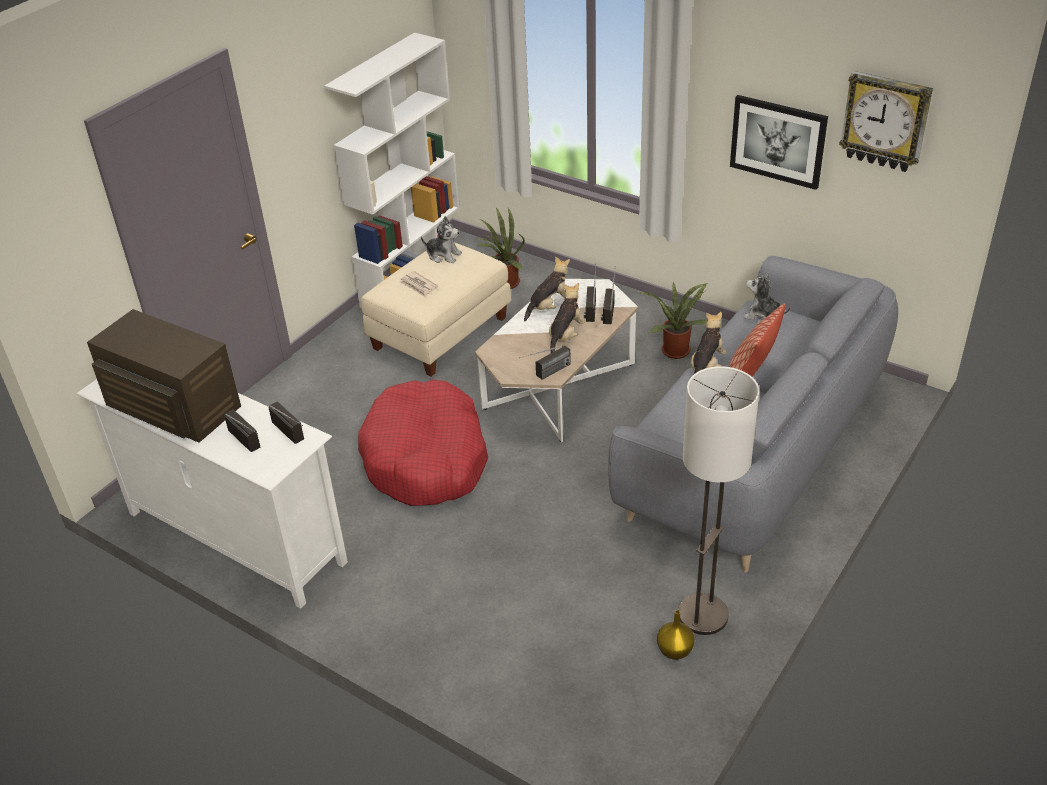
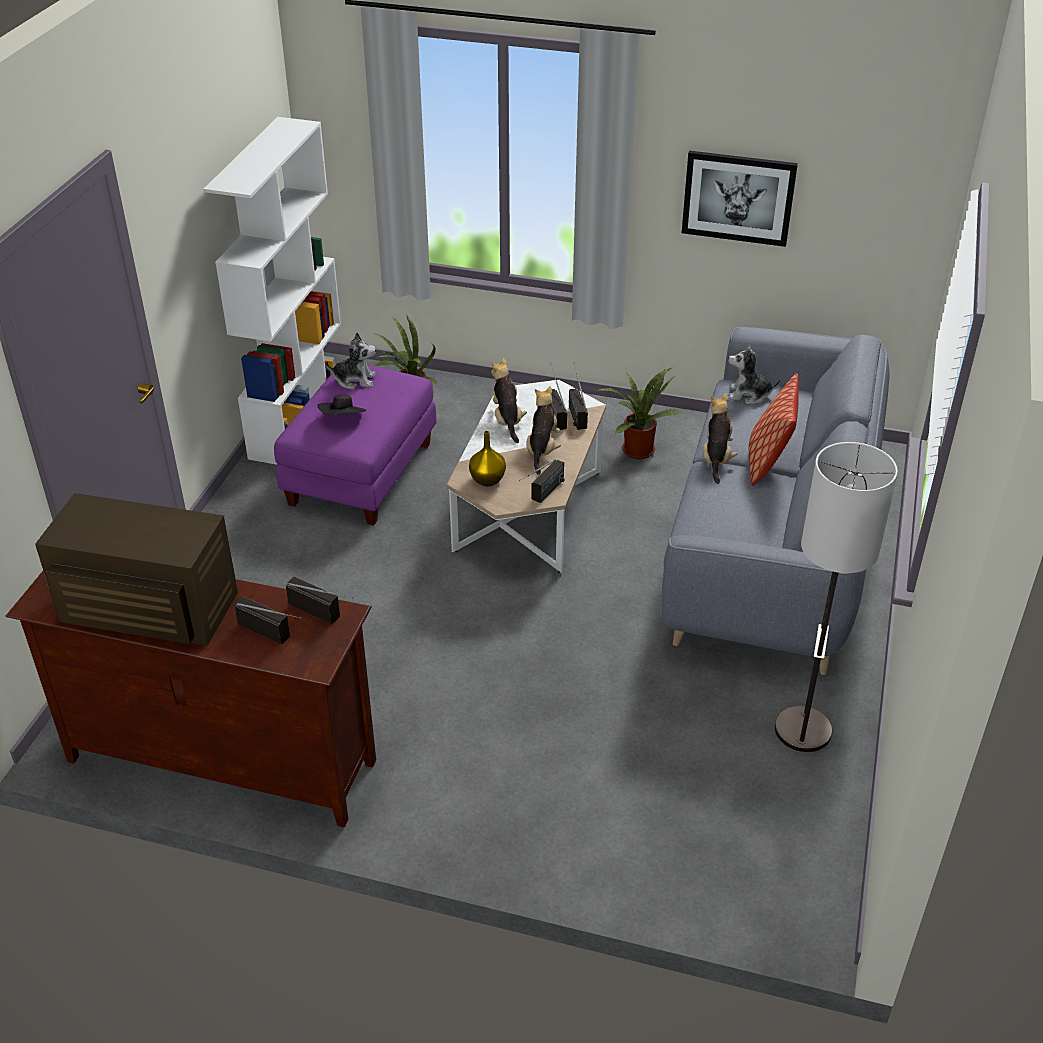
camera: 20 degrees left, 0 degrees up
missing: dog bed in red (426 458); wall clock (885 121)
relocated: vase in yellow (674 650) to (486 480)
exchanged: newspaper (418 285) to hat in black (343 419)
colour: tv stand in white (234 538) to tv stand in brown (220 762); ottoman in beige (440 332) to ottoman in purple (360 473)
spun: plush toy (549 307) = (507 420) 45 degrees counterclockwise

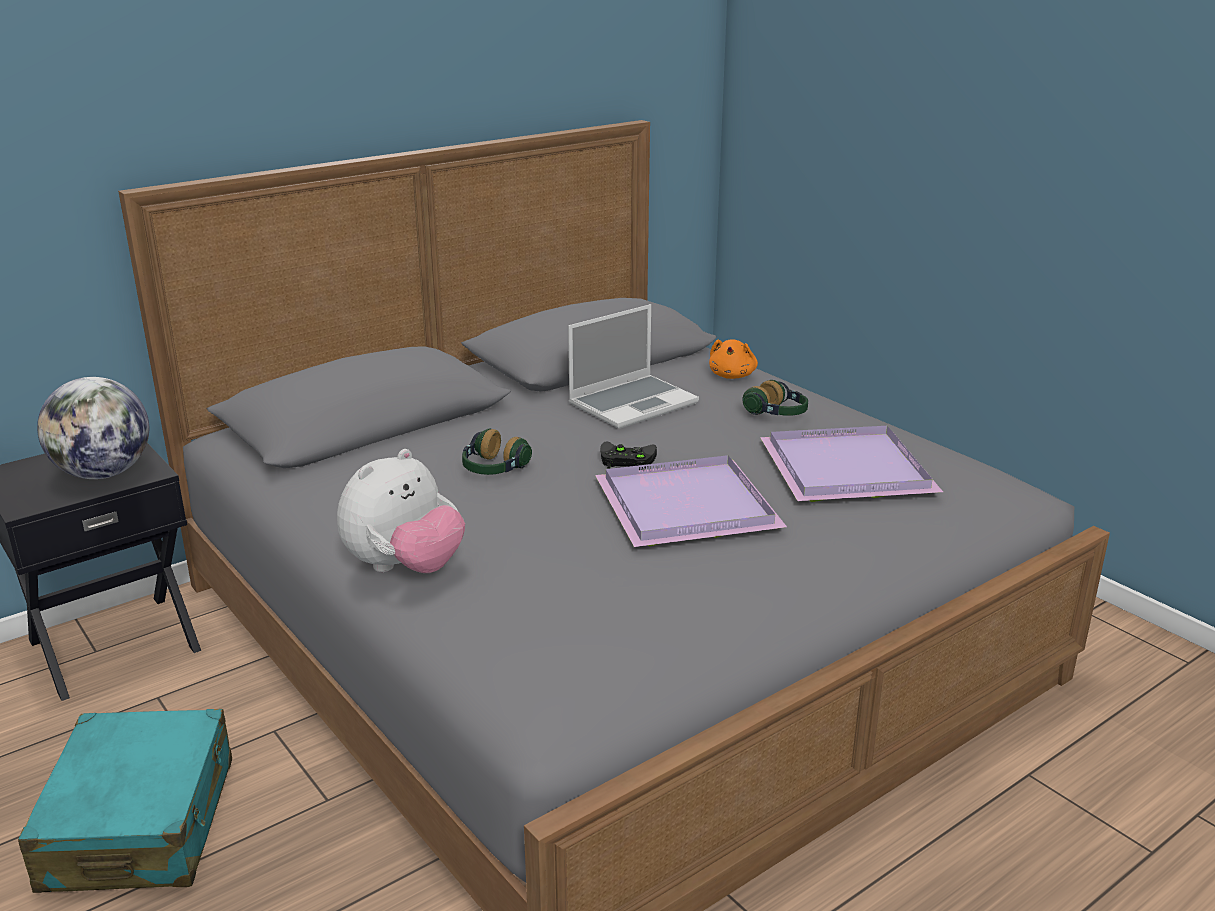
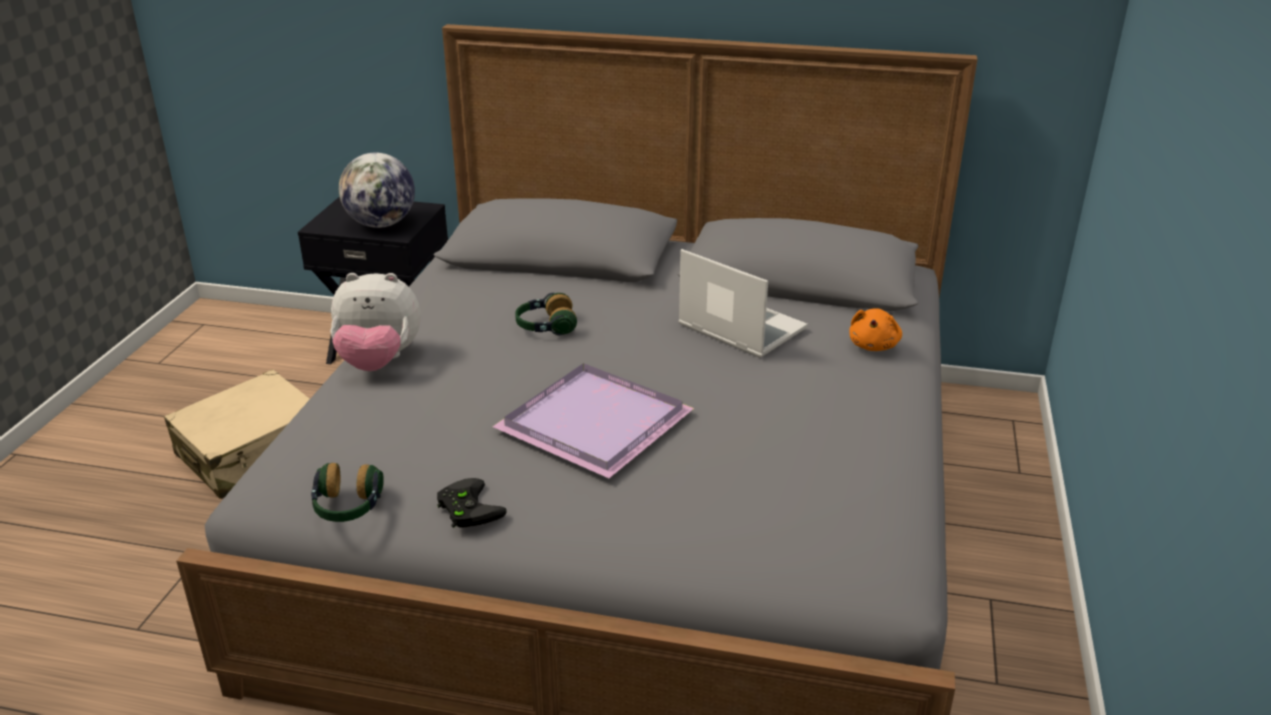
camera: 50 degrees right, 5 degrees up
missing: tray in purple (848 468)
relocated: game controller in black (625 460) to (466 507); headphones (777 414) to (347 508)
colour: suitcase in turquoise (141 824) to suitcase in beige (253 452)
spun: laptop (633 403) = (739 328) 150 degrees counterclockwise; plush toy in orange (732 375) = (874 345) 45 degrees counterclockwise

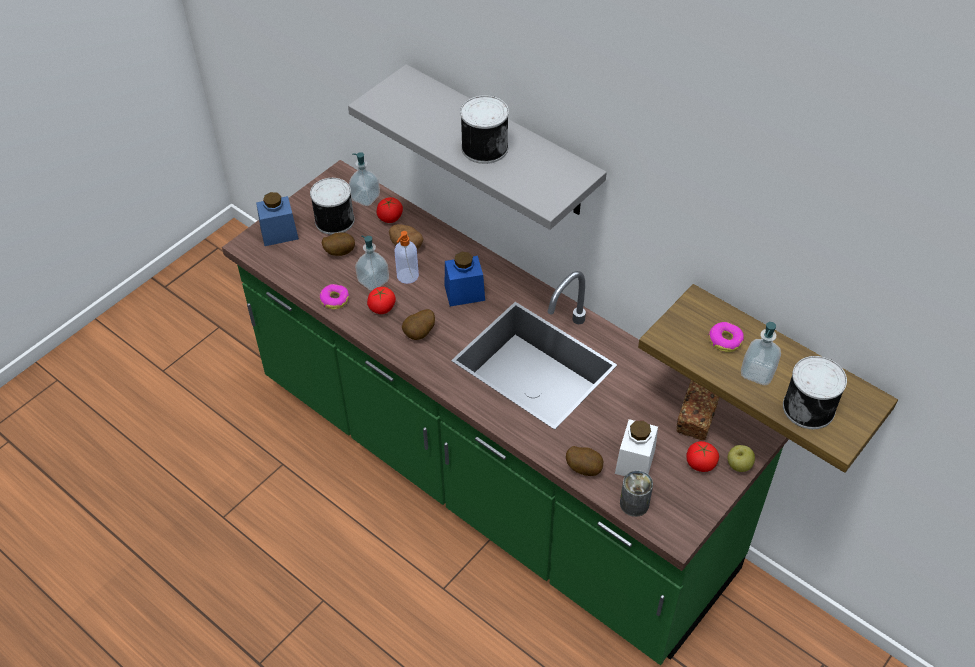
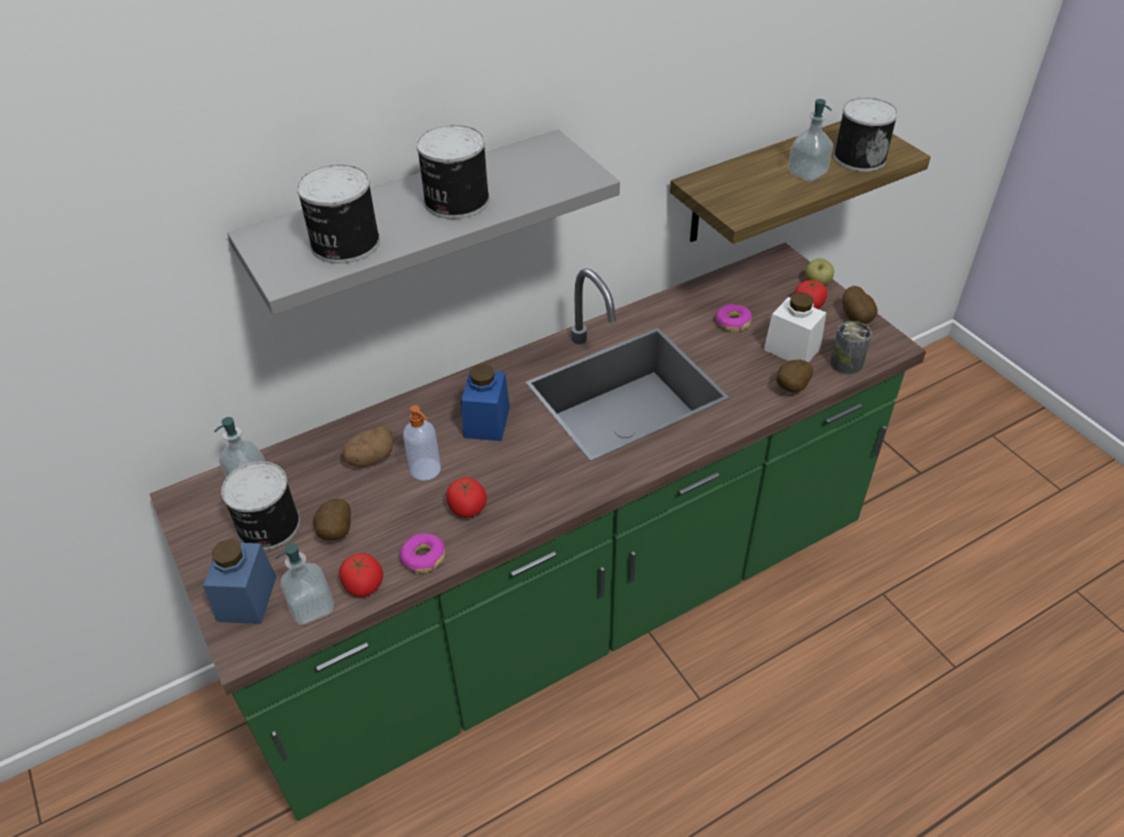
camera: 70 degrees left, 5 degrees down
missing: bread (697 416)
appeared: can (343 243)
relocated: soap dispenser (373 281) to (312 607); tomato (390 218) to (363 585); potato (420 334) to (857 318); donut (725 340) to (732 322)

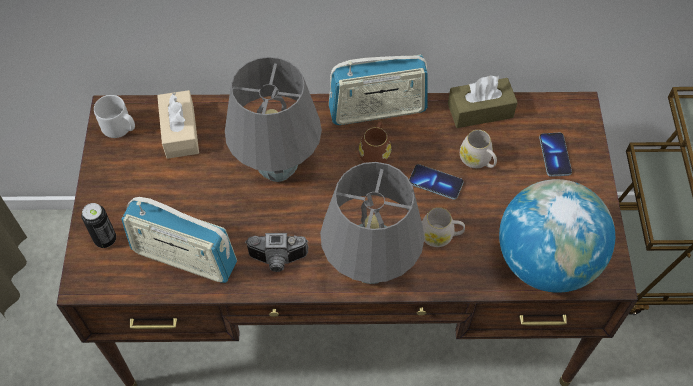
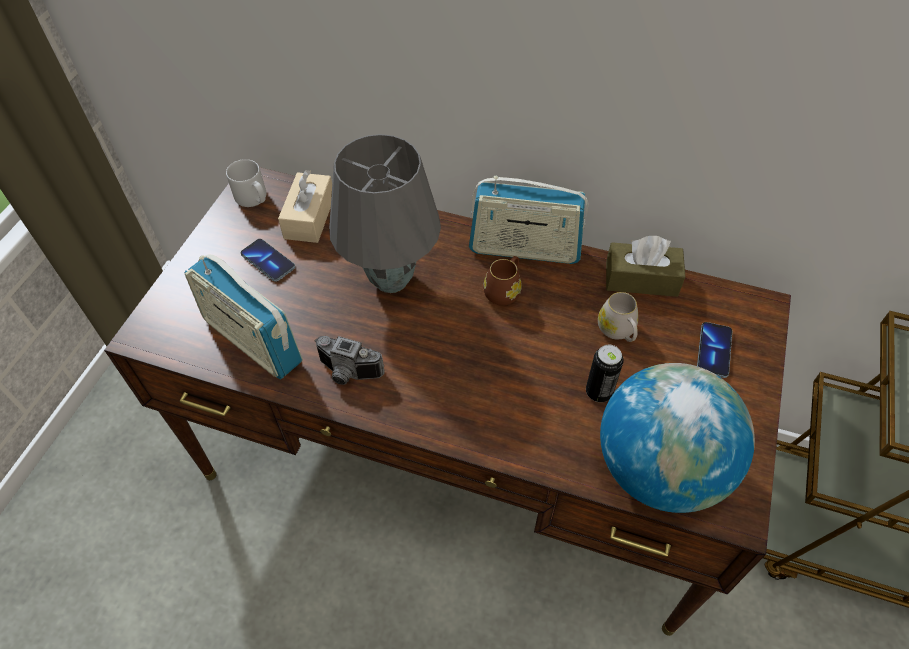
camera: 20 degrees right, 5 degrees down
missing: table lamp in grey (369 269); mug in white (440 235)
relocated: can (105 239) to (599 392); phone (435 183) to (268 261)

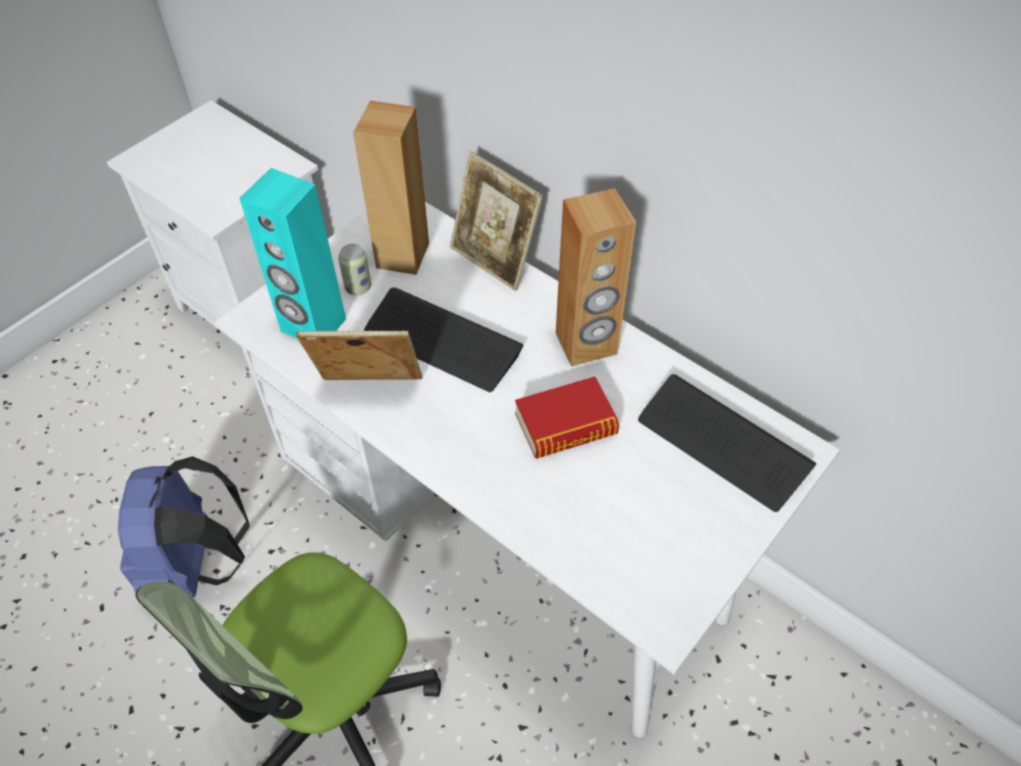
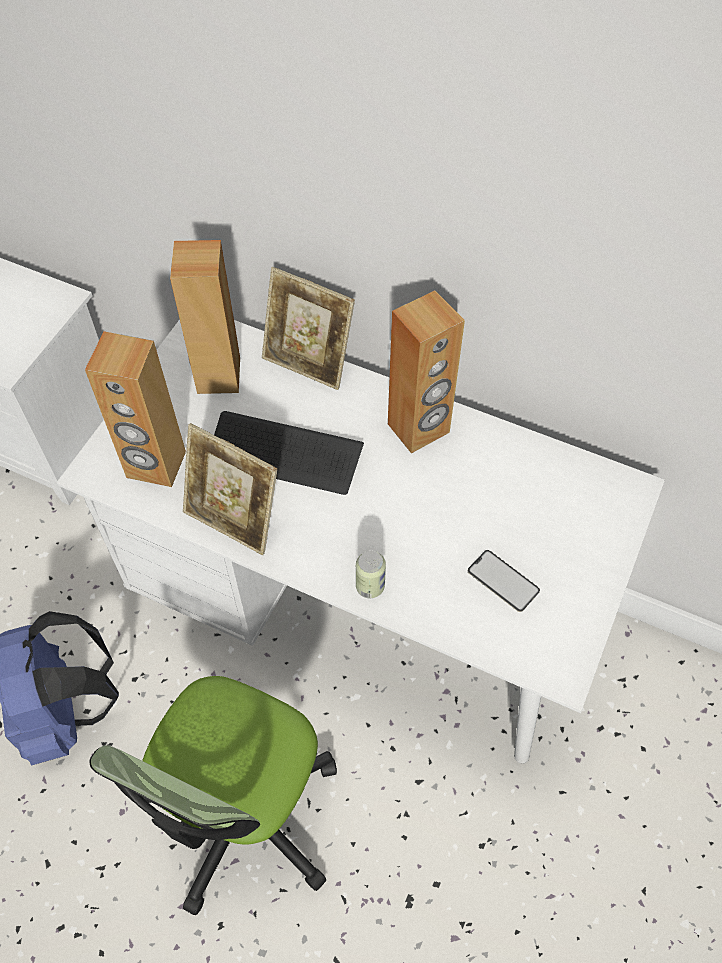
camera: 15 degrees left, 5 degrees up
missing: book (565 424); keyboard (722 443)
appeared: phone (503 581)
relocated: can (358 287) to (370 586)
colour: speaker in turquoise (313 325) to speaker in brown (156 465)
spun: picture frame (370 392) = (234 519) 135 degrees counterclockwise

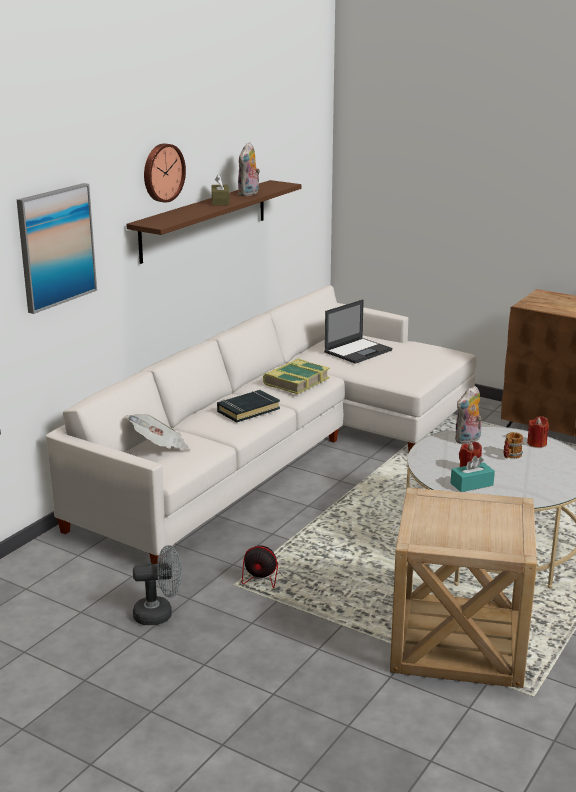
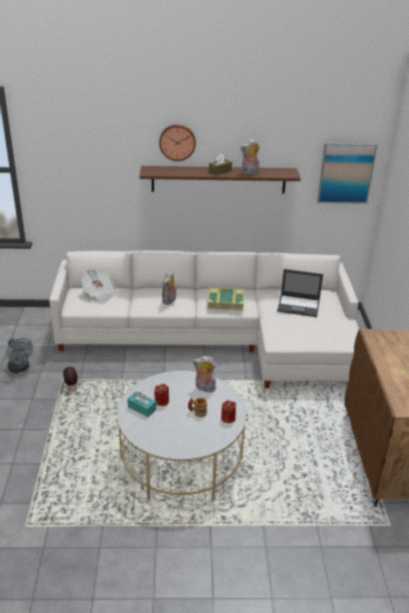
camera: 55 degrees right, 10 degrees up
missing: side table in beige (458 642)
relocated: picture (56 247) to (346 173)
exchanged: book in black (248 410) to plush toy (169 301)

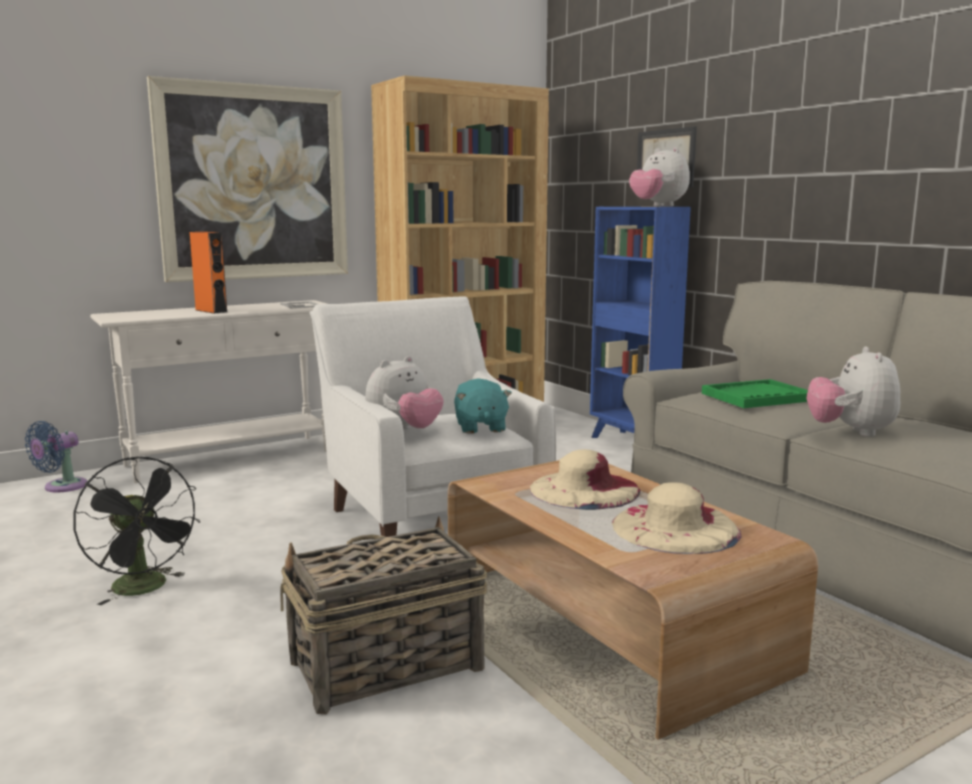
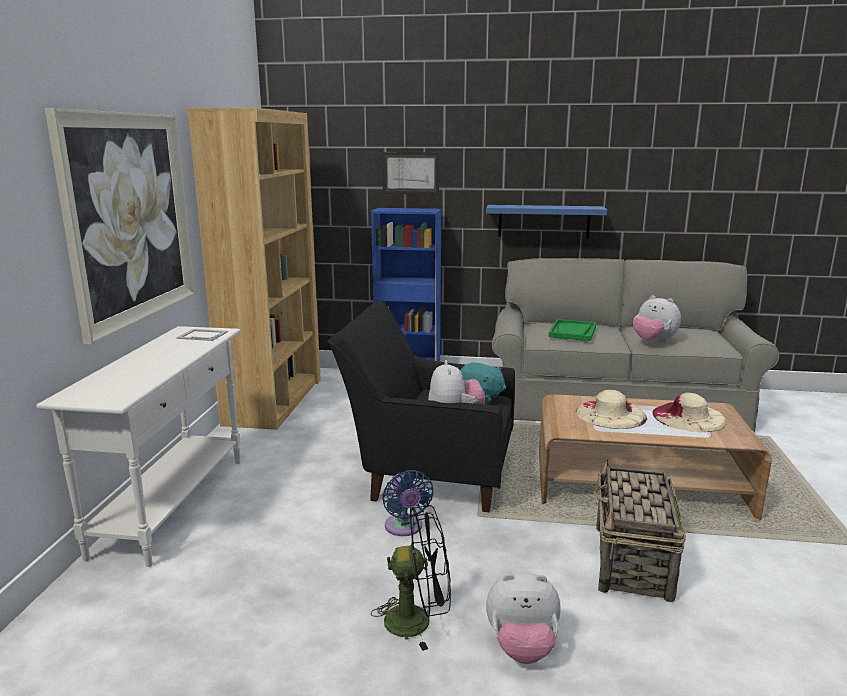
camera: 50 degrees left, 5 degrees up
missing: speaker in orange (211 311)
appeared: shelf in blue (544 221)
relocated: fan in blue (61 487) to (404 528); plush toy (658 206) to (522 647)
colour: armchair in white (429 514) to armchair in black (429 473)

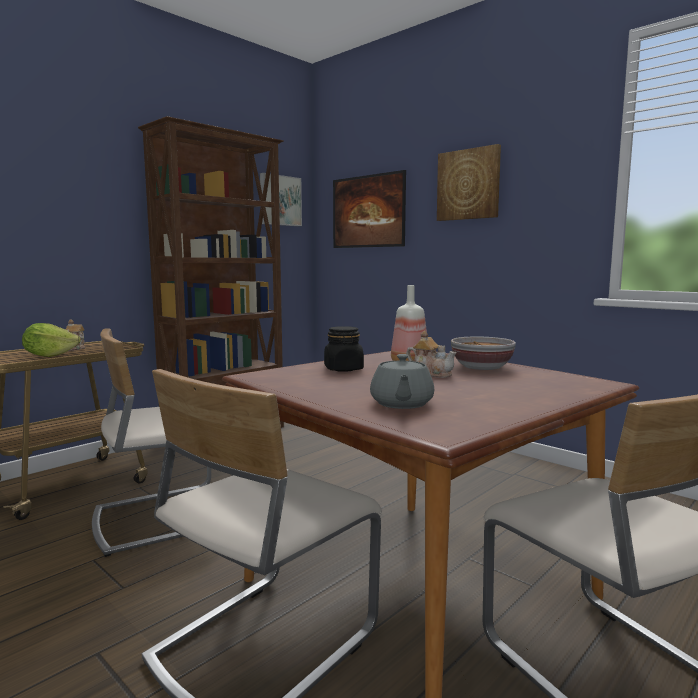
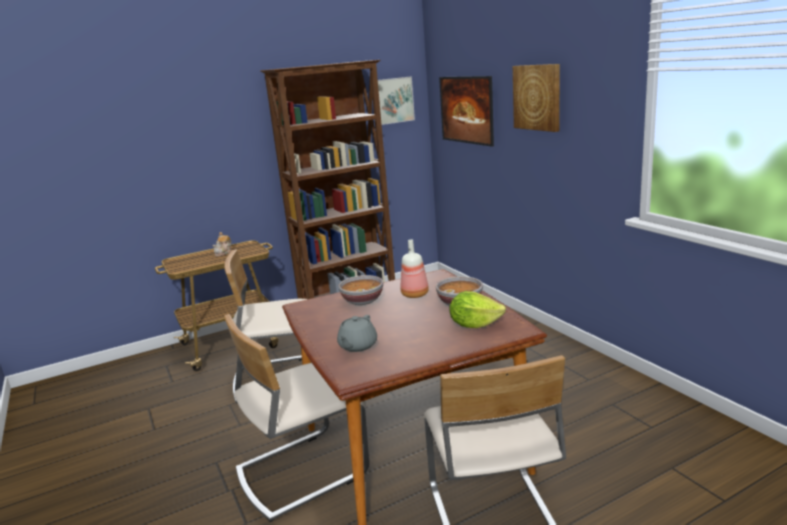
camera: 20 degrees right, 10 degrees up
missing: teapot (431 374)
relocated: lettuce (49 355) to (474 324)
exchanged: jar in black (343 369) to bowl (362 300)

